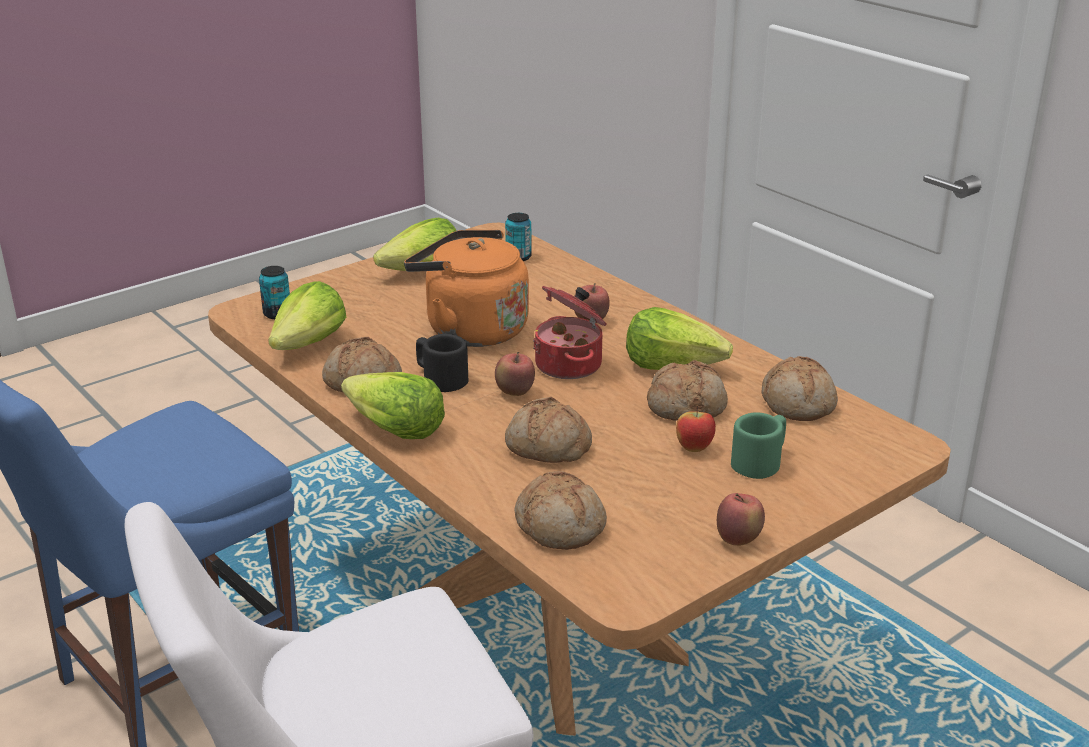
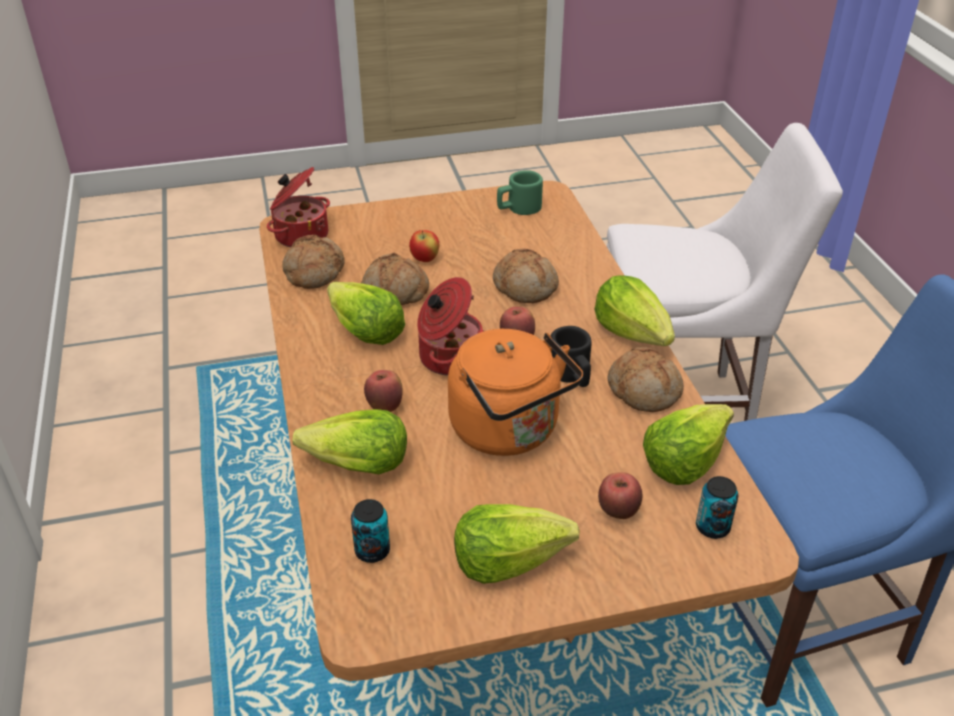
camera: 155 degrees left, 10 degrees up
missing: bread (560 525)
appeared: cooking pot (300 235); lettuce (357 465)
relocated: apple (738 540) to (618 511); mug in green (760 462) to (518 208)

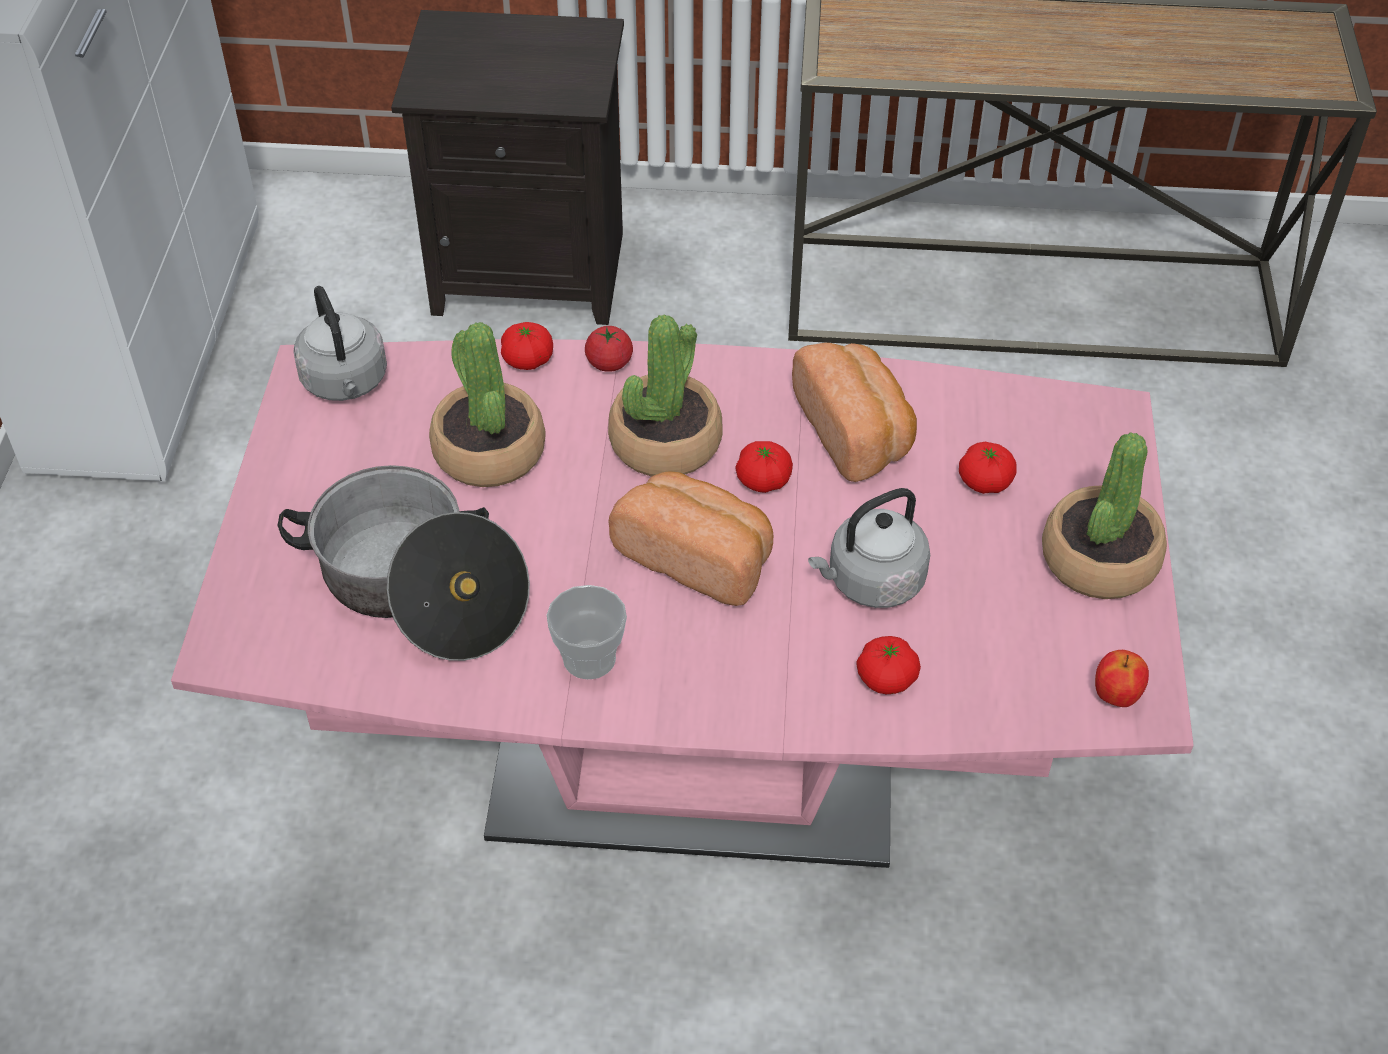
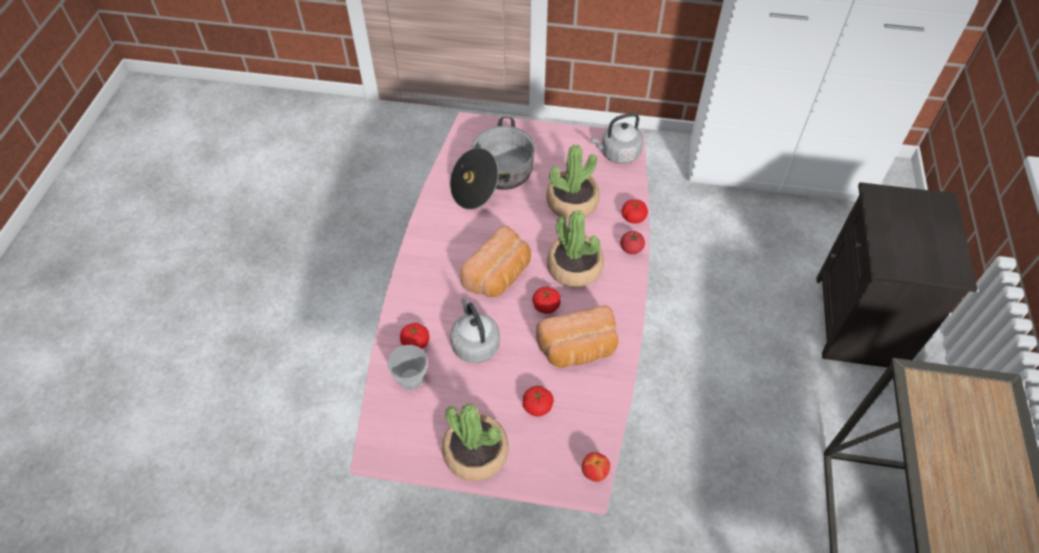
camera: 95 degrees right, 5 degrees up
relocated: cup (589 658) to (411 378); apple (1115 696) to (594 473)

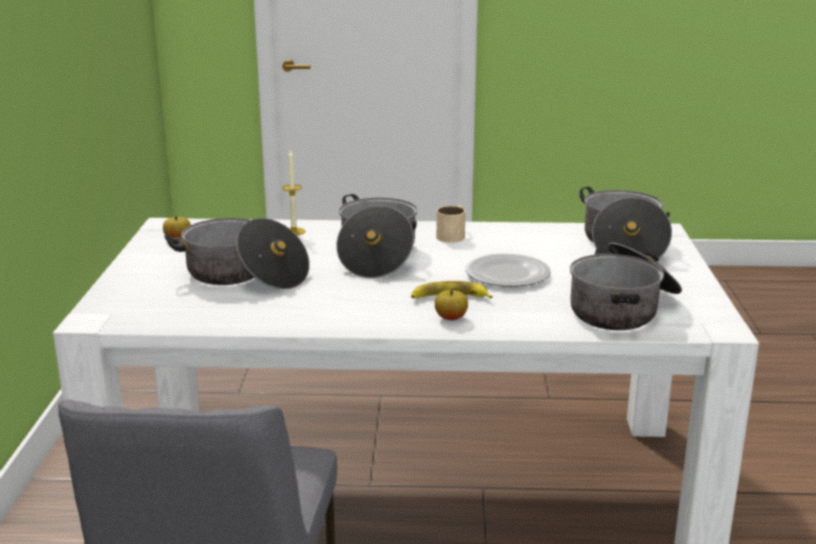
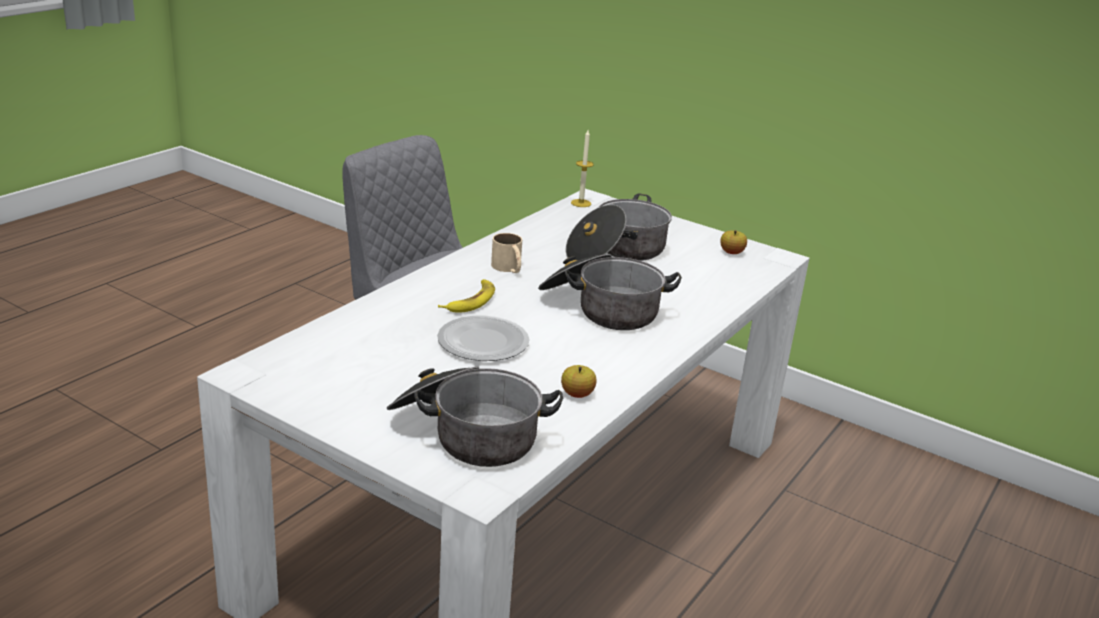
camera: 120 degrees right, 5 degrees up
missing: cooking pot (623 308)
relocated: candle (294 231) to (581 203); apple (451 318) to (577 394); mug in beige (454 235) to (509 268)

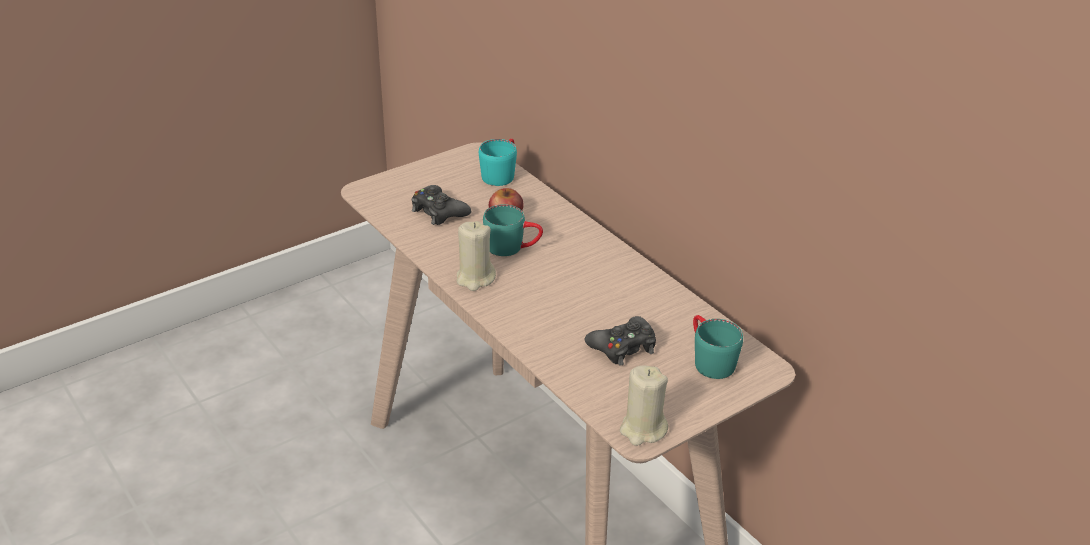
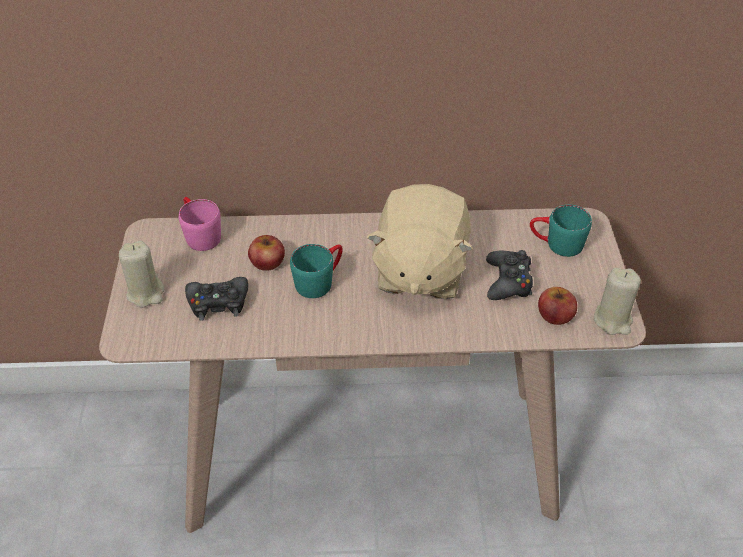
camera: 55 degrees left, 10 degrees up
appeared: plush toy in beige (419 270); apple (555 315)
relocated: candle in beige (475 278) to (146 293)
colour: mug in turquoise (501 173) to mug in pink (199 234)

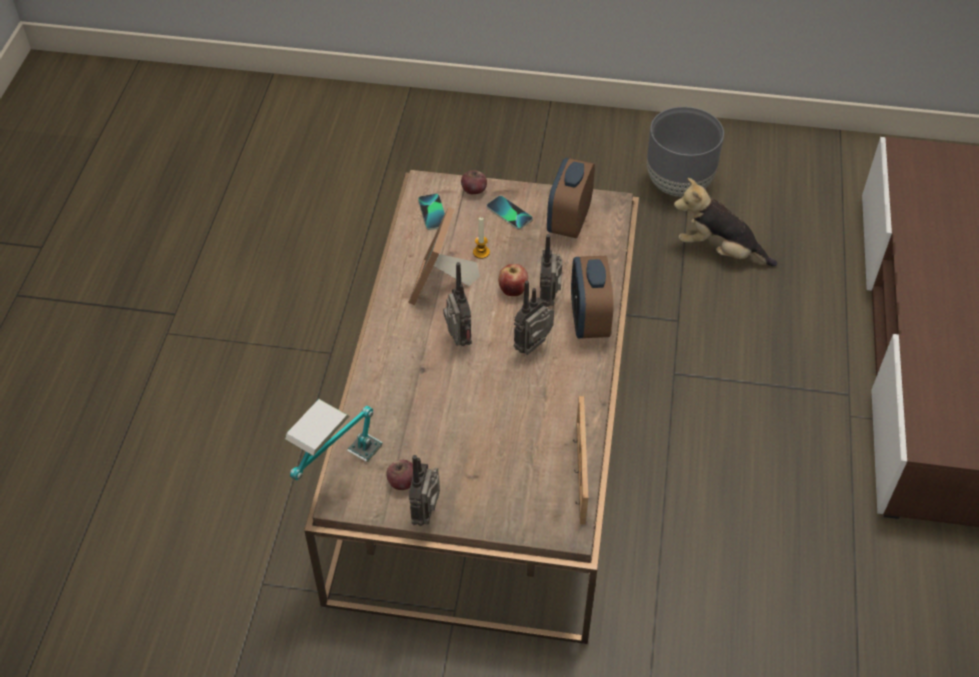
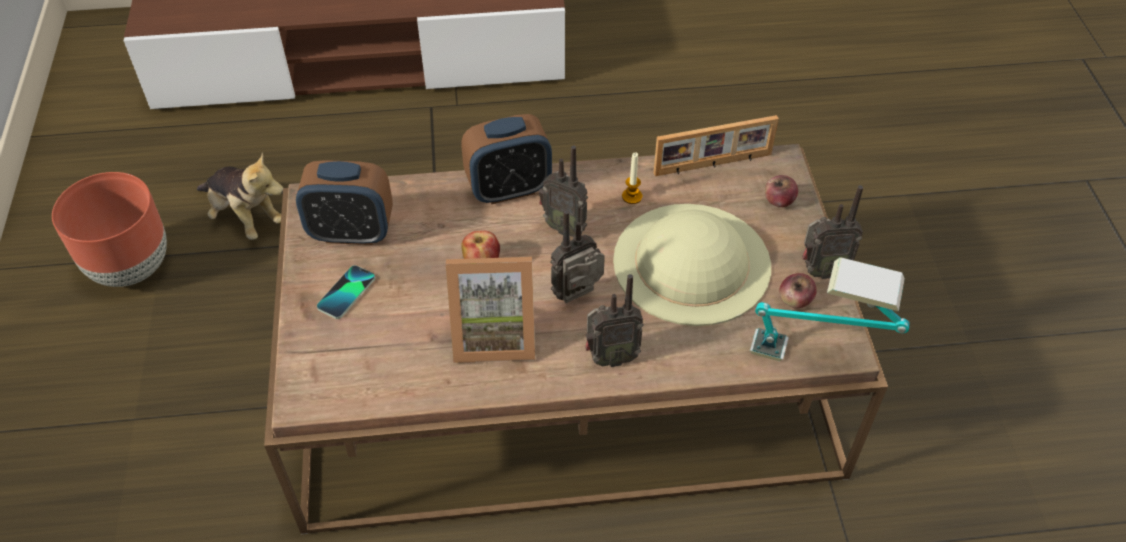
camera: 105 degrees left, 0 degrees up
missing: phone (433 212)
appeared: hat in beige (691 263)
relocated: apple (474 190) to (778 201); candle (481 252) to (632 196); radio (549 299) to (610 357)
colour: planter in grey (679 184) to planter in brown (131 266)
spun: plush toy (719 251) = (245 217) 60 degrees counterclockwise

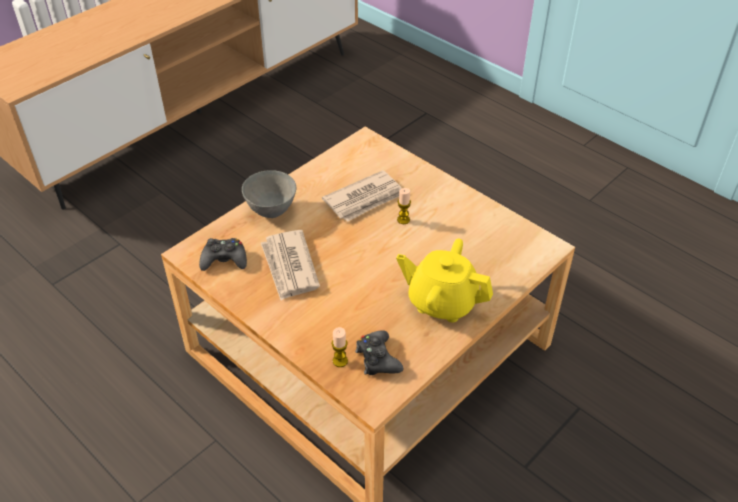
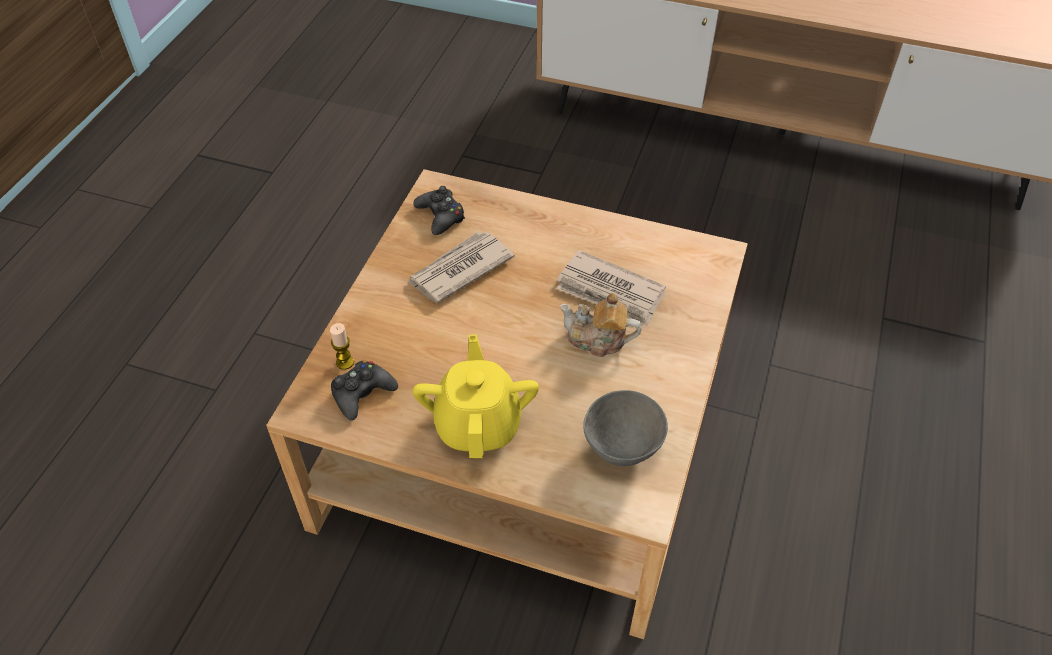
camera: 65 degrees right, 5 degrees up
relocated: bowl in grey (272 211) to (622 450)
exchanged: candle (403 220) to teapot (597 340)

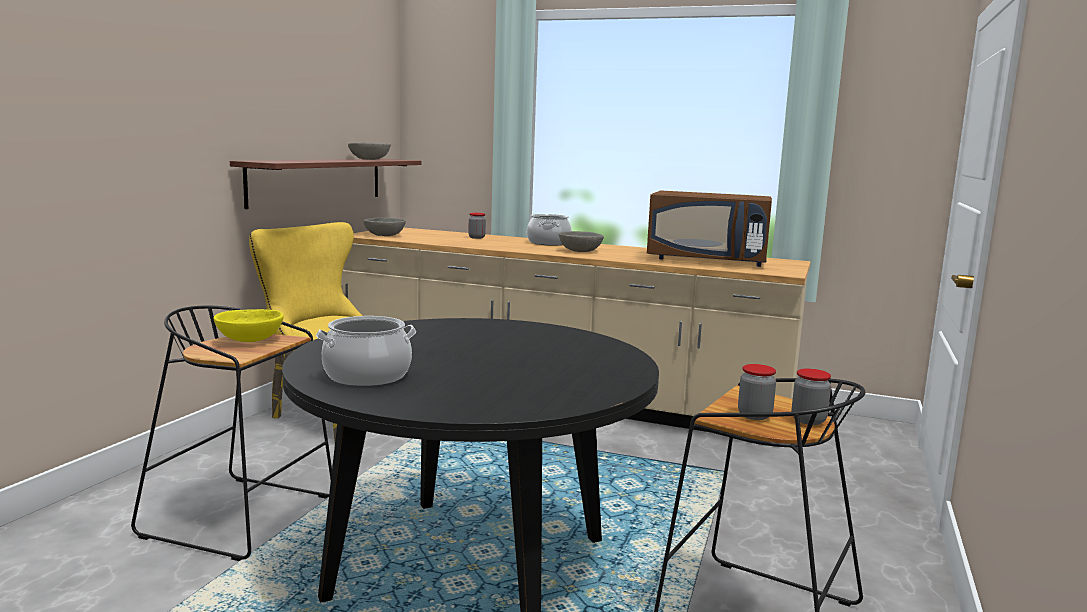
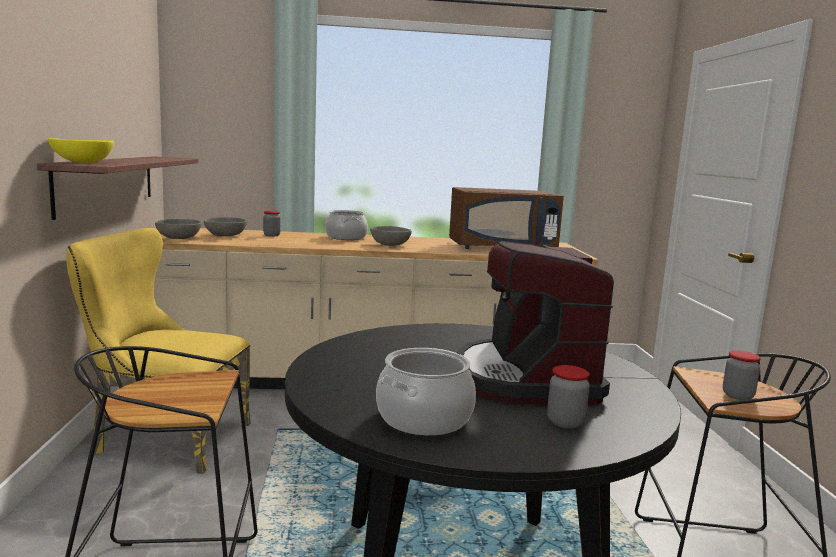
camera: 25 degrees left, 0 degrees up
appeared: coffee machine (526 379)
relocated: bowl in yellow (250 340) to (82 162); bowl in grey (369 159) to (225 236); jar (808 420) to (565 422)

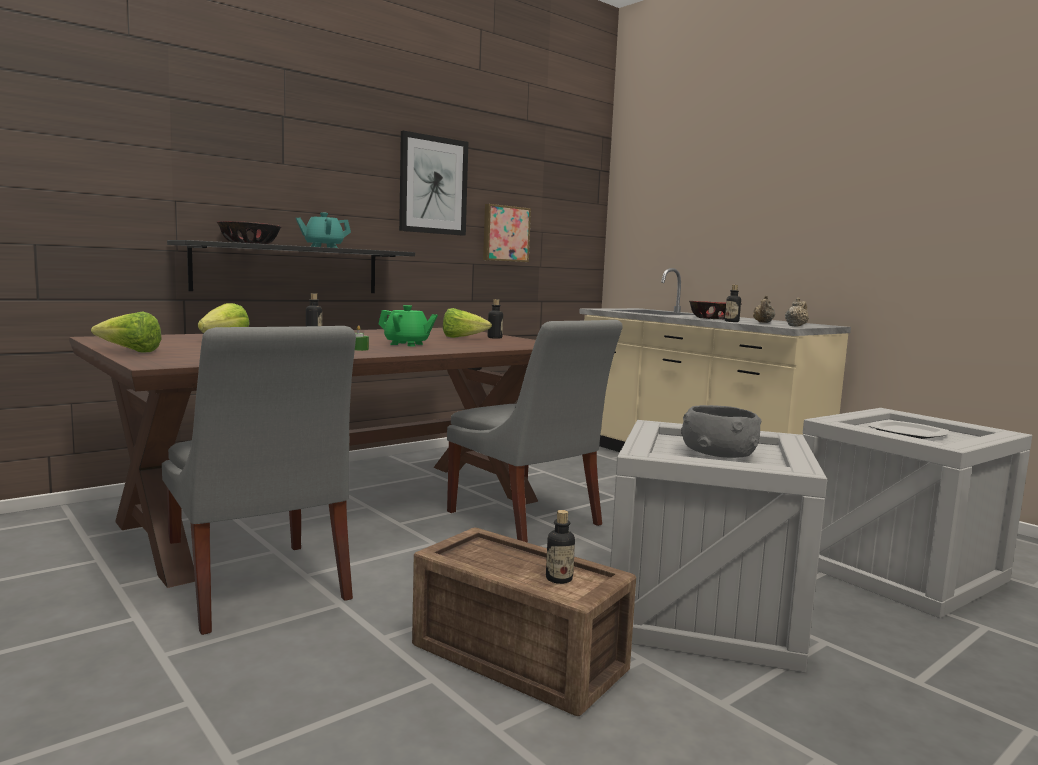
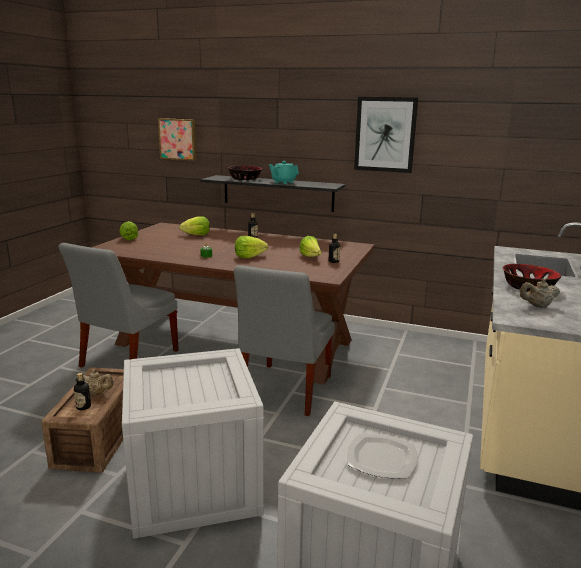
camera: 60 degrees right, 10 degrees up
missing: bowl in grey (717 454); bottle (731 321)
relocated: picture (505 233) to (178 139); teapot in beige (796 326) to (97 393)
exchanged: teapot in green (407 344) to lettuce (249 256)

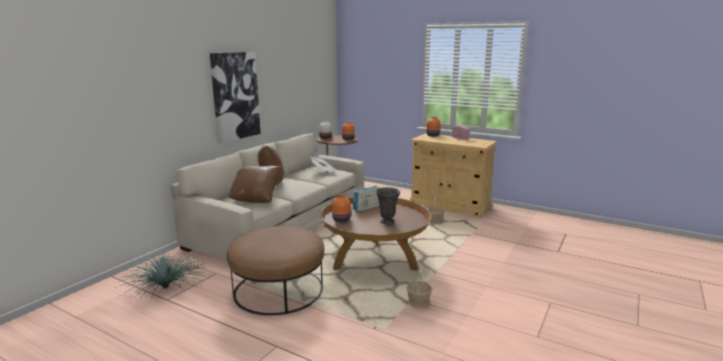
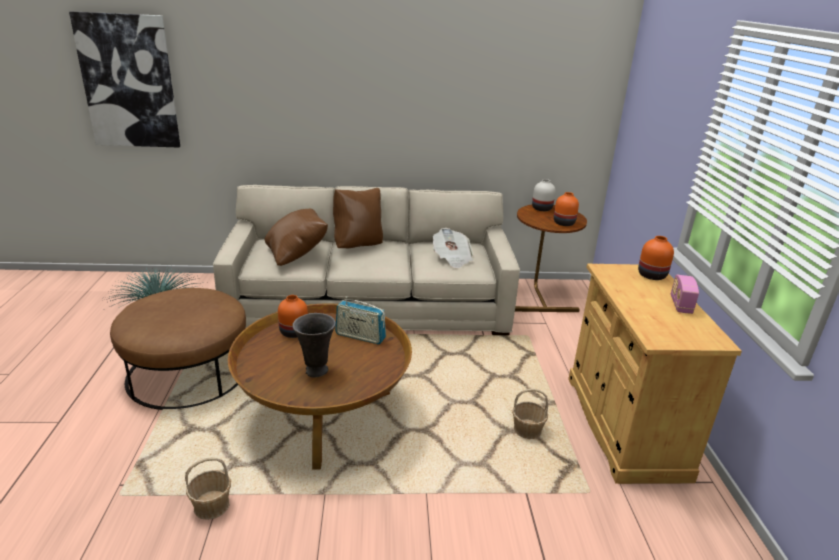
camera: 55 degrees right, 10 degrees up
relocated: picture (235 96) to (129 82)

